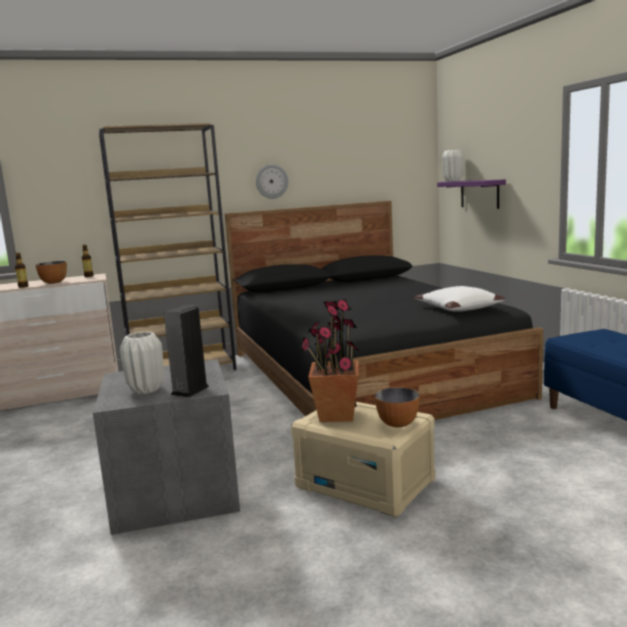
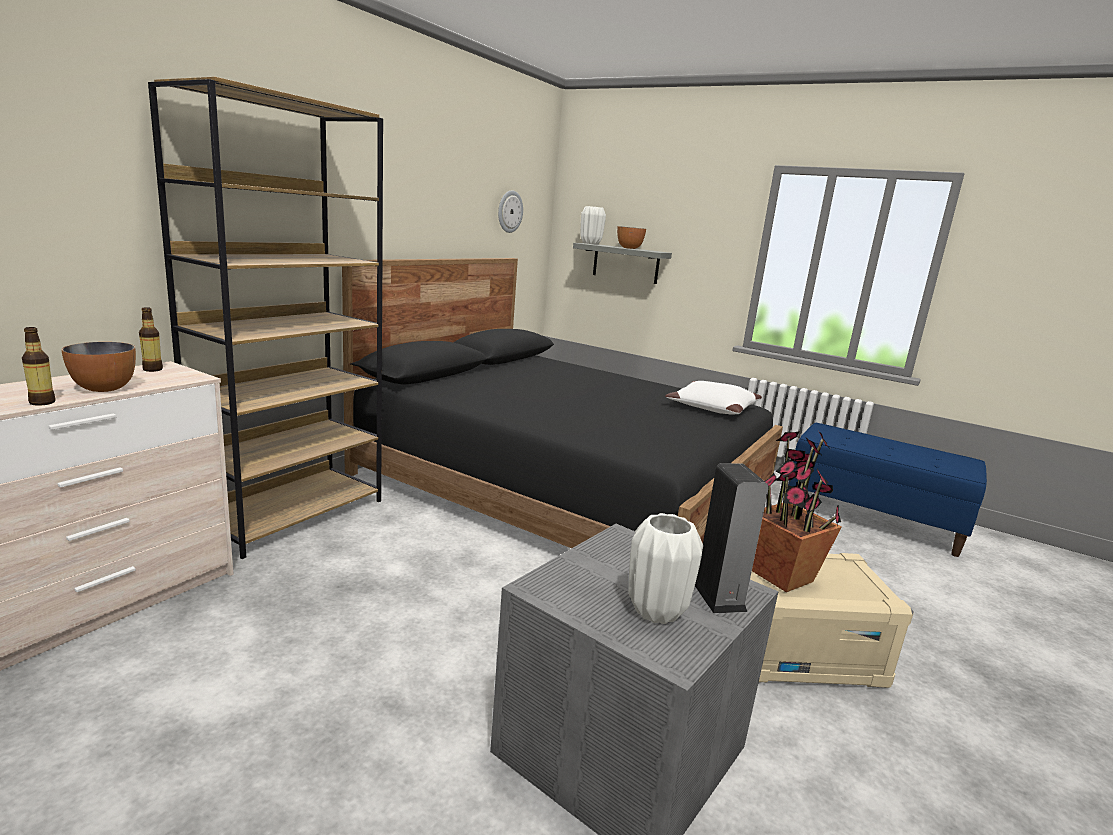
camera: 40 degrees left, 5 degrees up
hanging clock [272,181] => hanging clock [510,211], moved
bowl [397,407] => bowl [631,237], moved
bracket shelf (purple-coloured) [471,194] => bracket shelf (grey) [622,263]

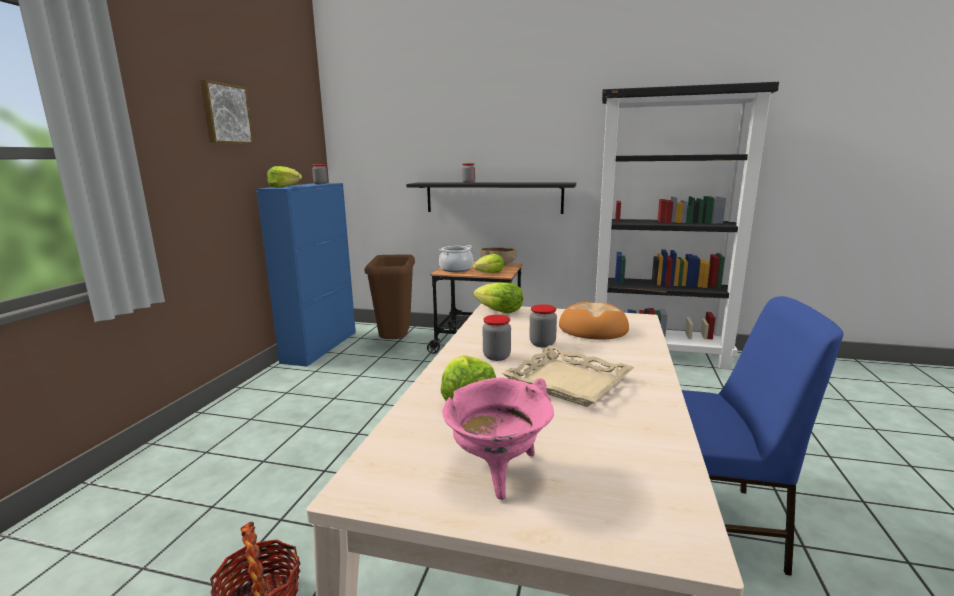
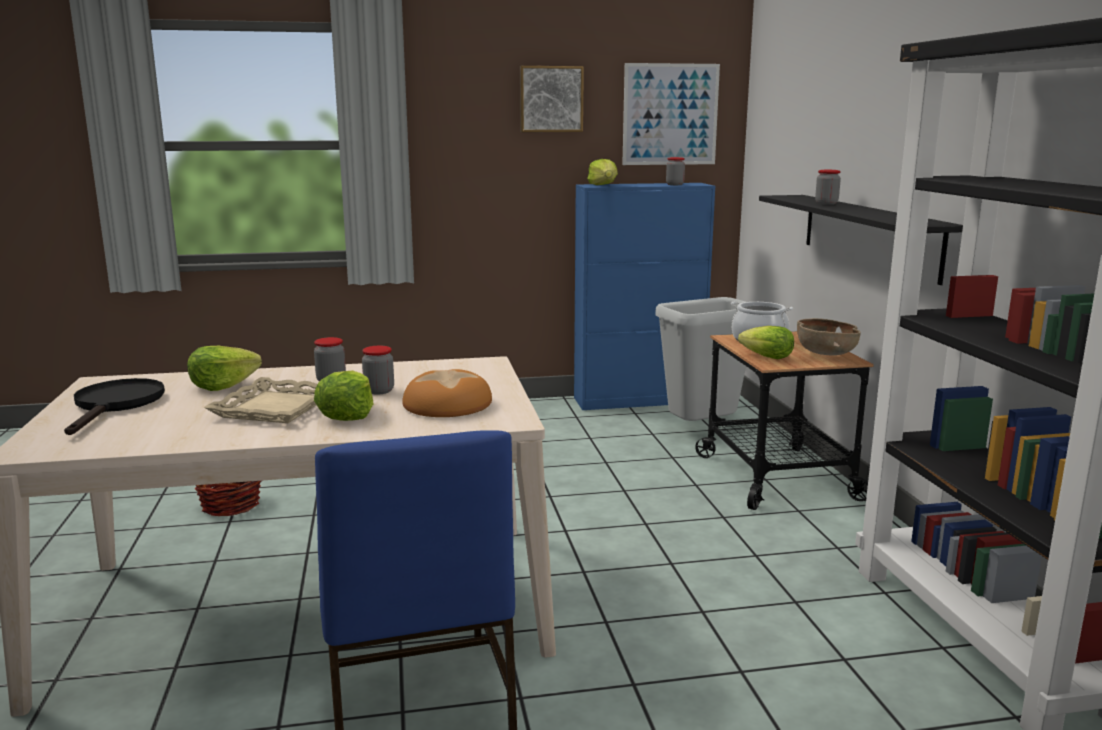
camera: 65 degrees right, 0 degrees up
rubbish bin (brownish) [389,296] => rubbish bin (grey) [700,359]
cooking pot (pink-coloured) [498,439] => skillet (black-coloured) [114,406]
lettuce [498,298] => lettuce [344,395], moved
nothing => wall art [671,114]

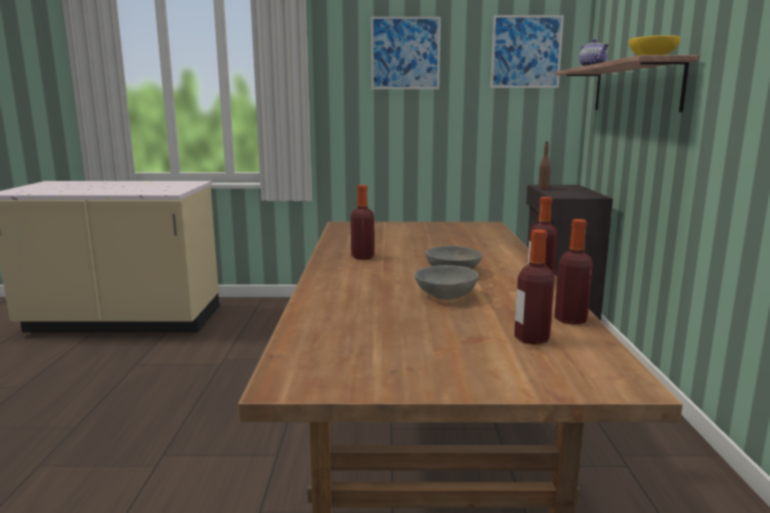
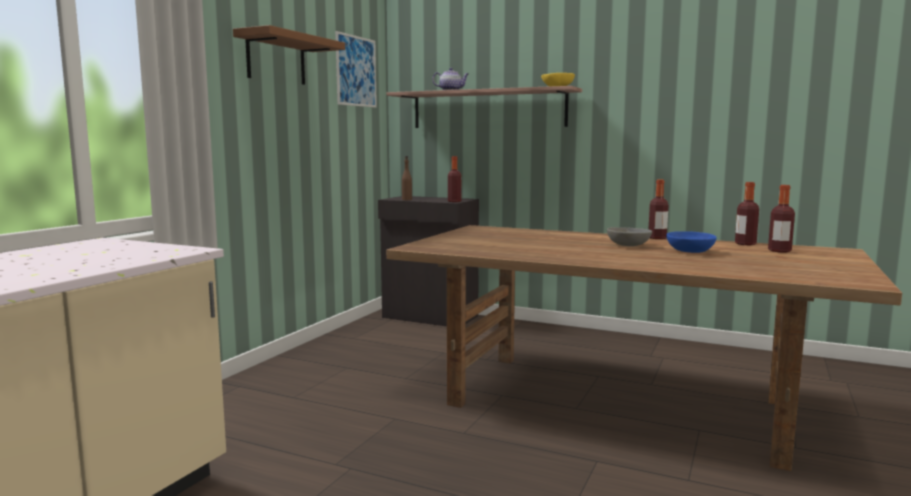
camera: 65 degrees left, 5 degrees down
beverage bottle [362,222] => beverage bottle [454,179], moved
wall art [406,52] => bracket shelf (brownish) [289,55]
bowl (grey) [447,282] => bowl (blue-coloured) [691,242]

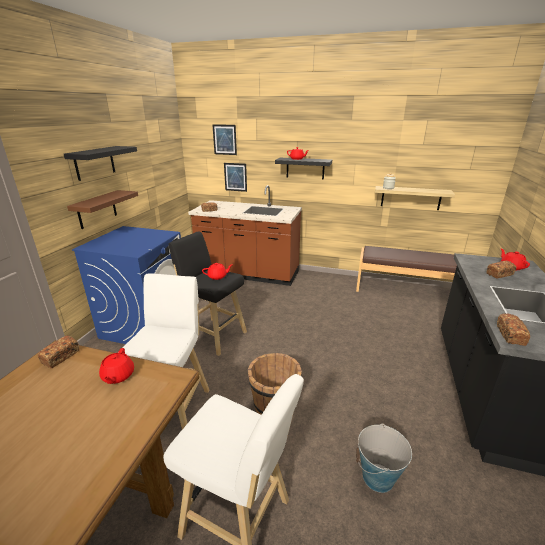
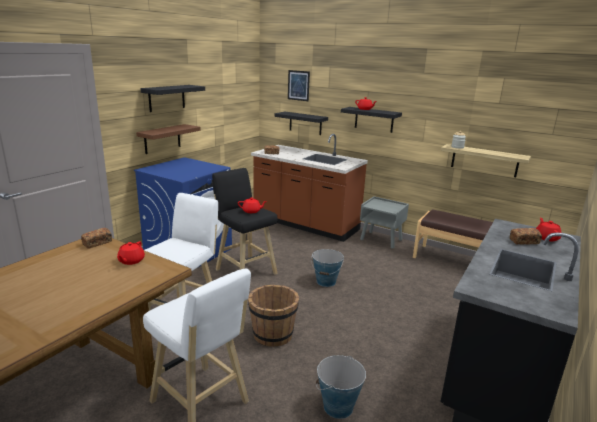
camera: 15 degrees right, 5 degrees down
wall art [235,177] => bracket shelf (black-coloured) [301,123]
bread [513,329] => nothing
nothing => pail [327,268]
nothing => night table (grey) [384,222]

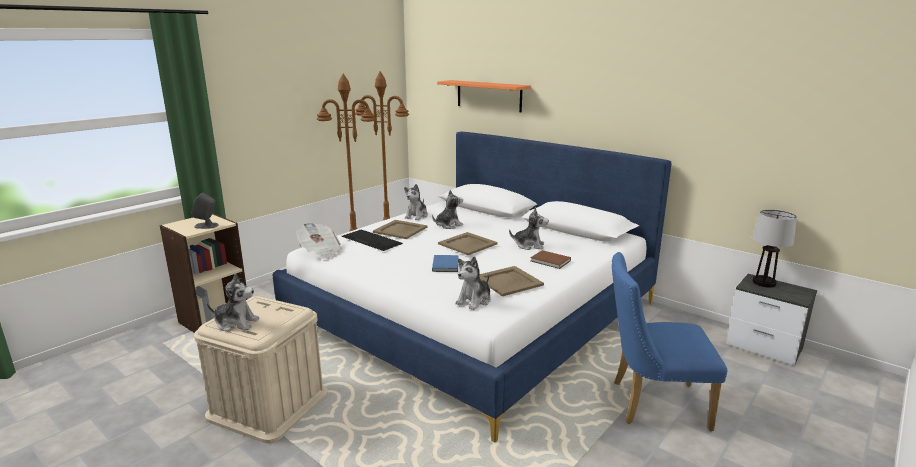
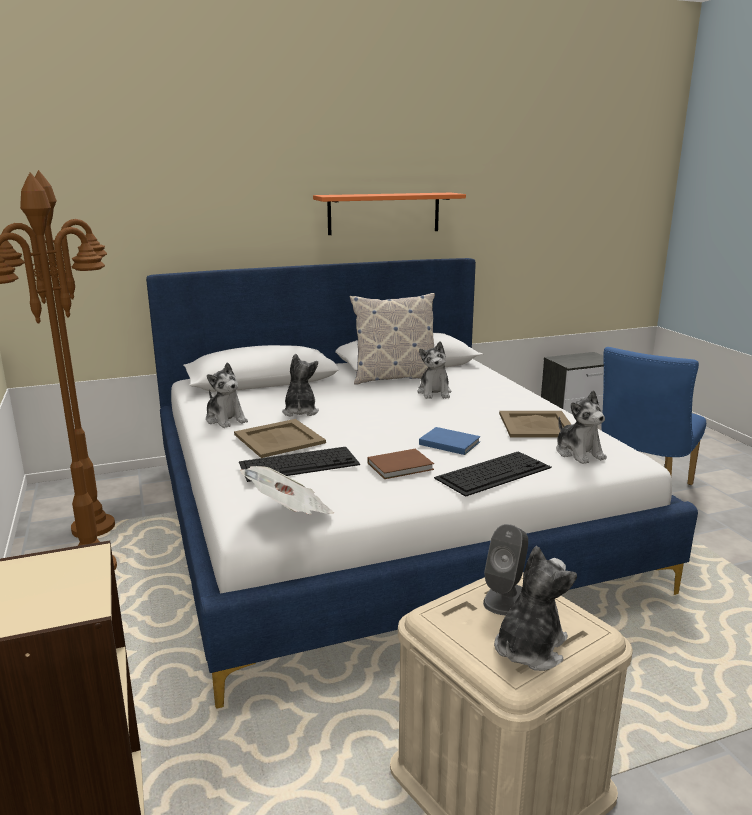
camera: 60 degrees left, 0 degrees up
speaker (grey) [205,211] => speaker (grey) [505,569], moved
bracket shelf (orangey) [484,96] => bracket shelf (orangey) [389,214], moved
serving tray (beige-coloured) [468,243] => nothing
plush toy [529,228] => plush toy [435,370], 135 degrees clockwise
book (brownish) [550,259] => book (brownish) [401,464], moved
tabletop lamp [774,249] => nothing
nothing => throw pillow [392,339]
nothing => computer keyboard [493,474]

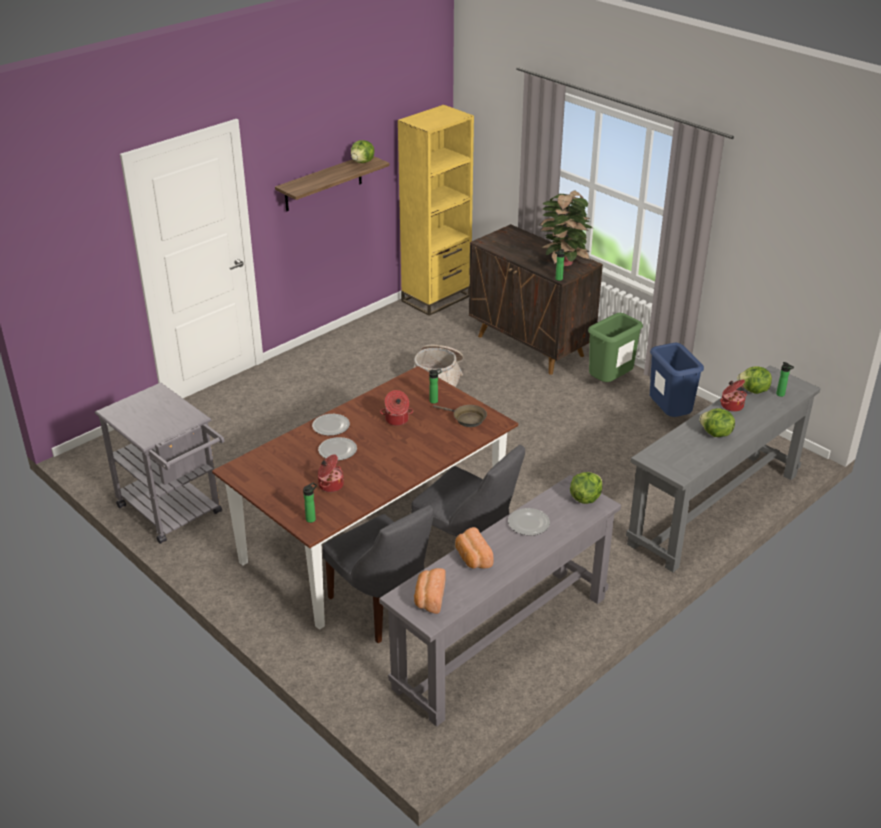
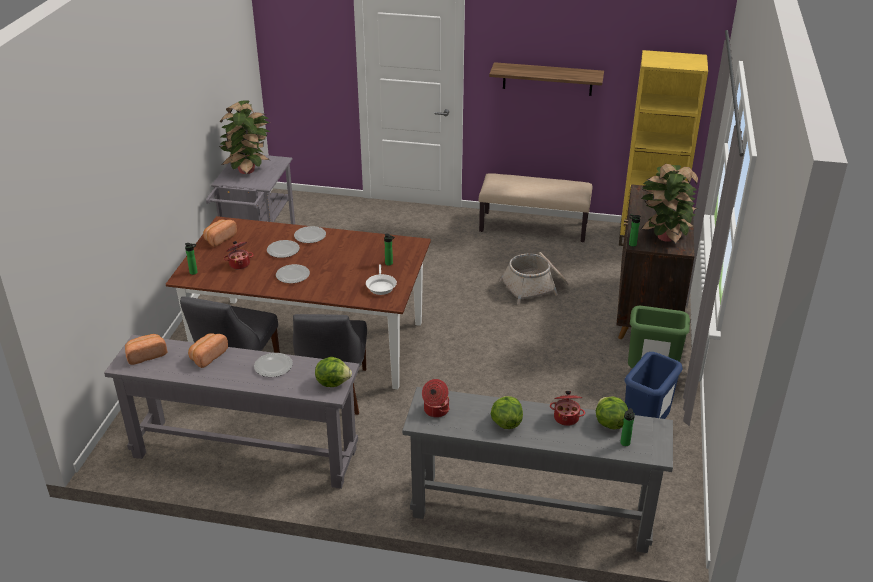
camera: 55 degrees right, 0 degrees up
lettuce [363,151] => nothing
cooking pot [396,408] => cooking pot [436,398], moved
skillet (brownish) [460,416] => skillet (white) [381,279]
nothing => bread [220,233]
nothing => plant in a pot [244,137]
nothing => flat dish [293,273]
nothing => indoor bench (beige-coloured) [535,207]

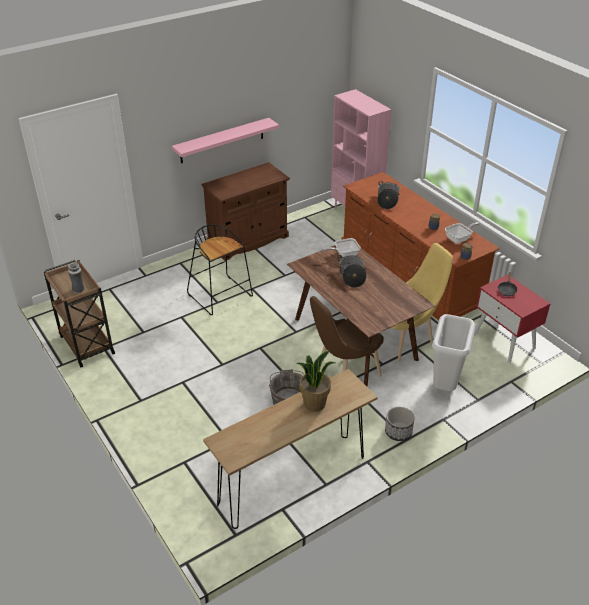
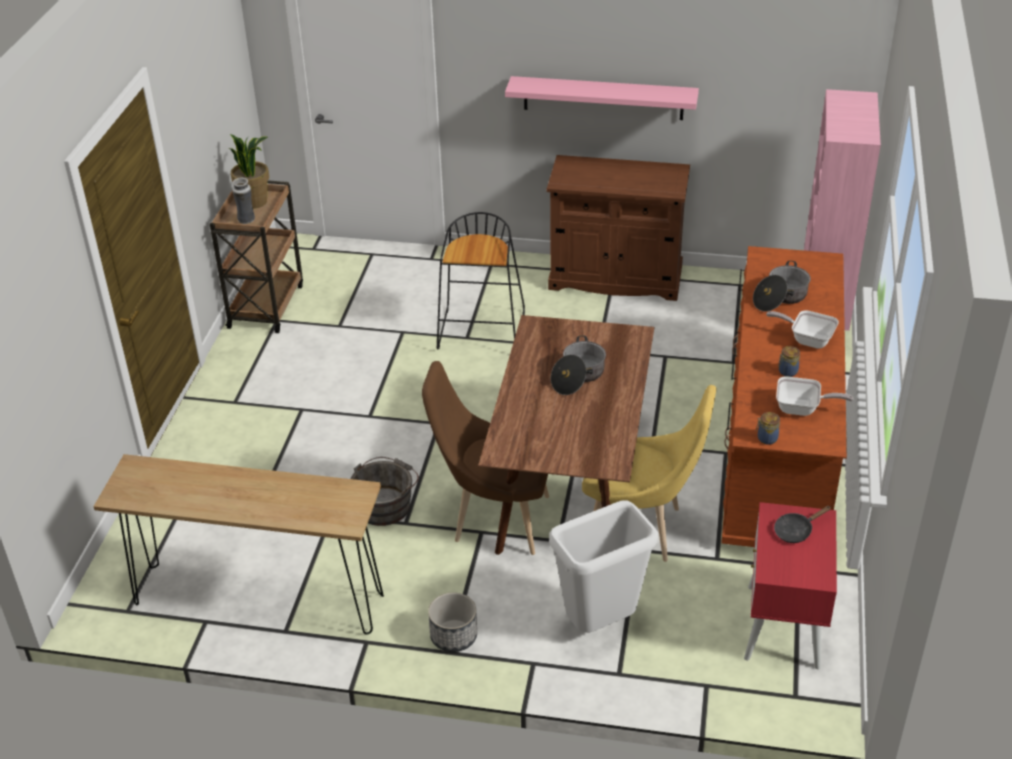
camera: 45 degrees right, 0 degrees up
plant in a pot [315,381] => plant in a pot [248,171], moved
skillet [341,247] => skillet [802,329], moved

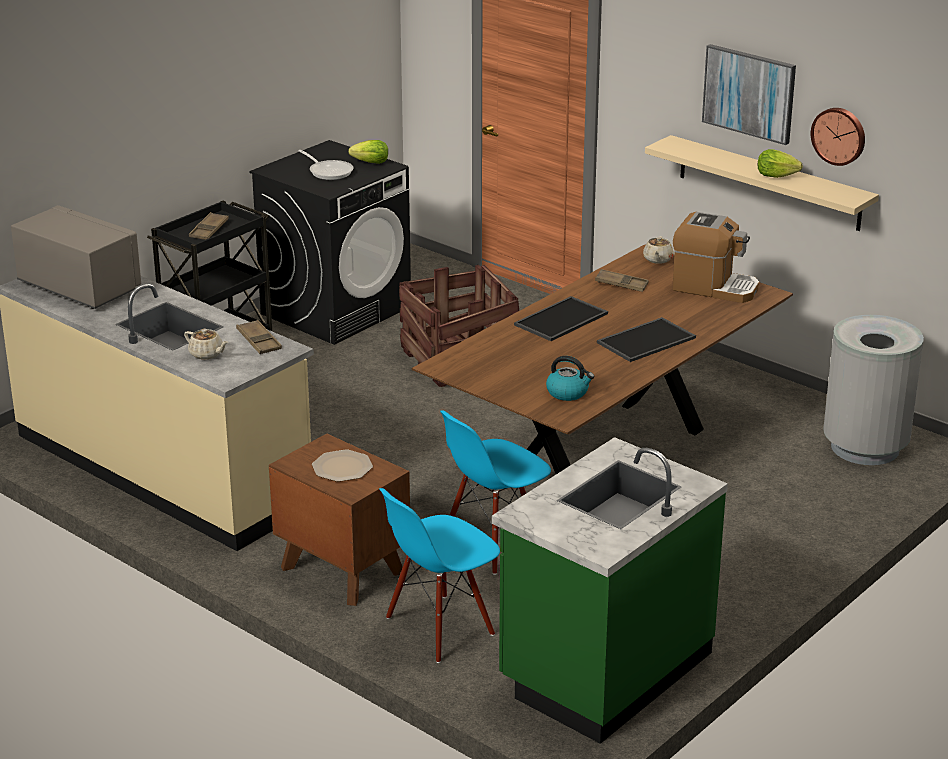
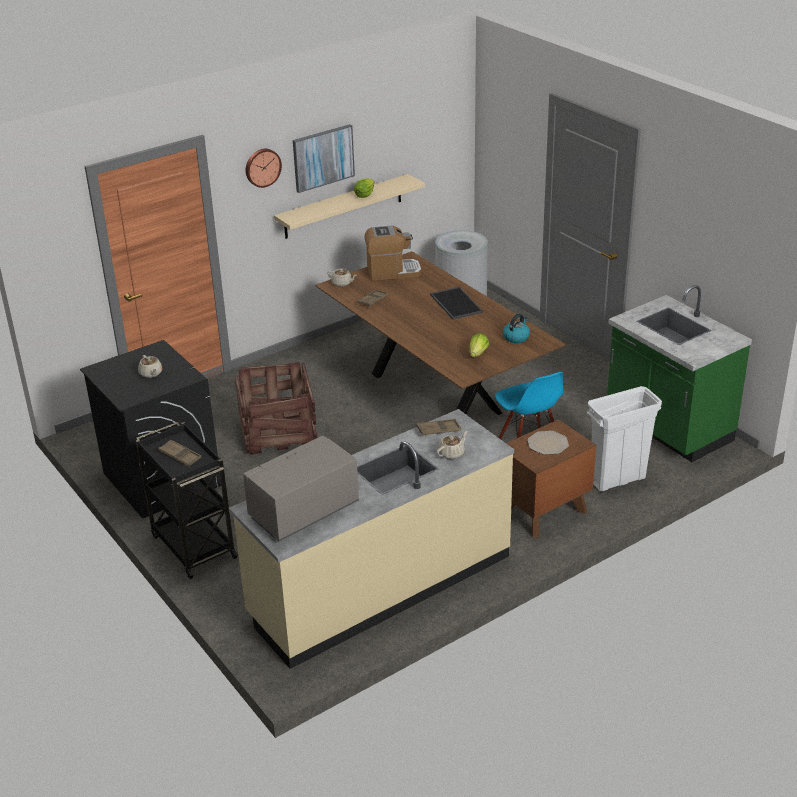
camera: 75 degrees left, 5 degrees up
skillet [326,165] => tea pot (beige-coloured) [150,366]
lettuce [368,152] => lettuce [479,345], moved
plain chair (blue-coloured) [439,575] => rubbish bin (white) [624,439]
serving tray [561,318] => nothing
coffee maker [716,257] => coffee maker [393,253], 45 degrees clockwise
hanging clock [838,137] => hanging clock [264,168], moved

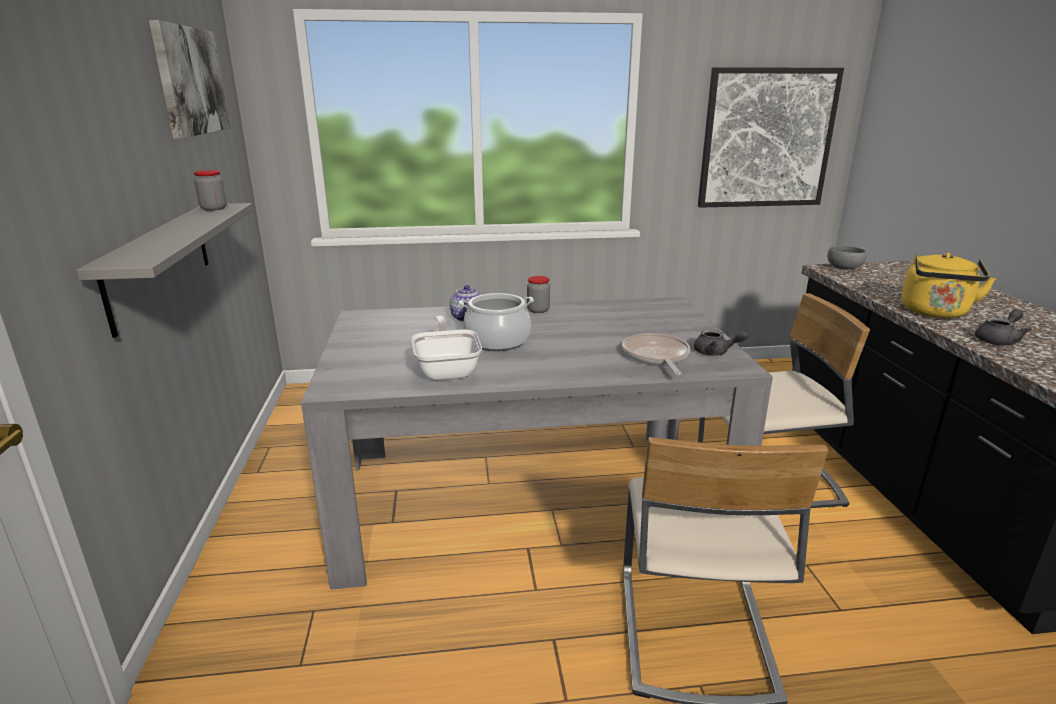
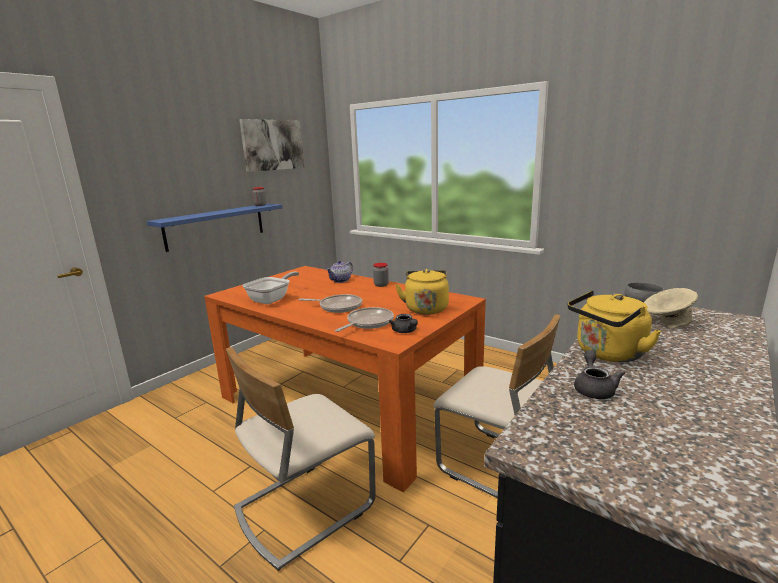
camera: 45 degrees right, 5 degrees down
bracket shelf (grey) [164,270] => bracket shelf (blue-coloured) [214,228]
dinner table (grey) [537,443] => dinner table (orangey) [345,379]
cooking pot [496,322] => nothing
wall art [771,137] => nothing
tea pot (grey) [1003,327] => tea pot (grey) [599,374], 90 degrees counterclockwise
nothing => skillet [330,303]
nothing => kettle (yellow) [422,292]
nothing => bowl (beige-coloured) [671,308]

